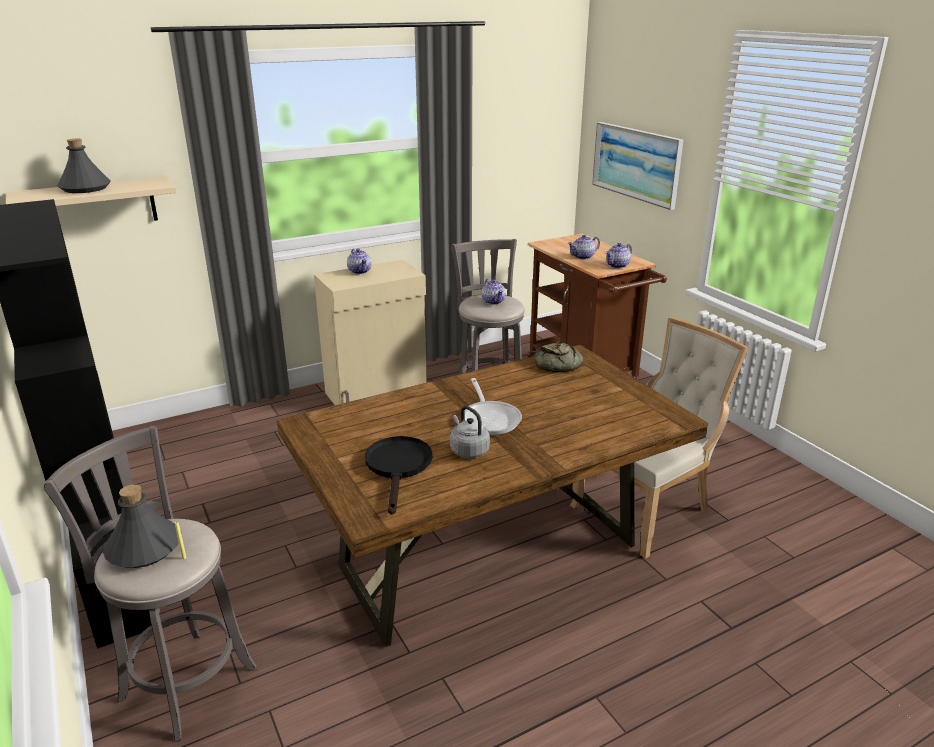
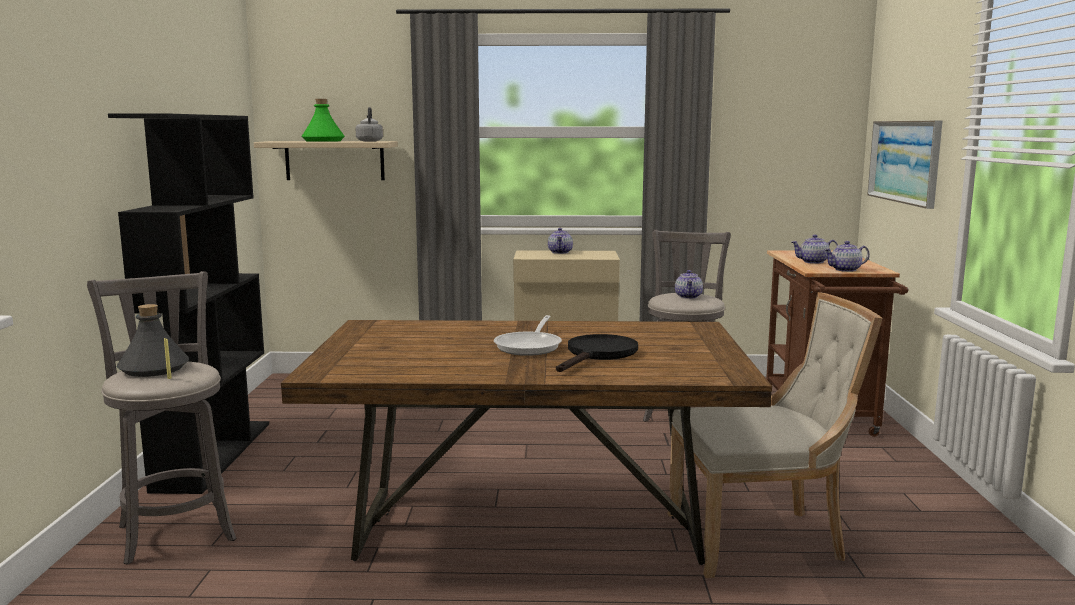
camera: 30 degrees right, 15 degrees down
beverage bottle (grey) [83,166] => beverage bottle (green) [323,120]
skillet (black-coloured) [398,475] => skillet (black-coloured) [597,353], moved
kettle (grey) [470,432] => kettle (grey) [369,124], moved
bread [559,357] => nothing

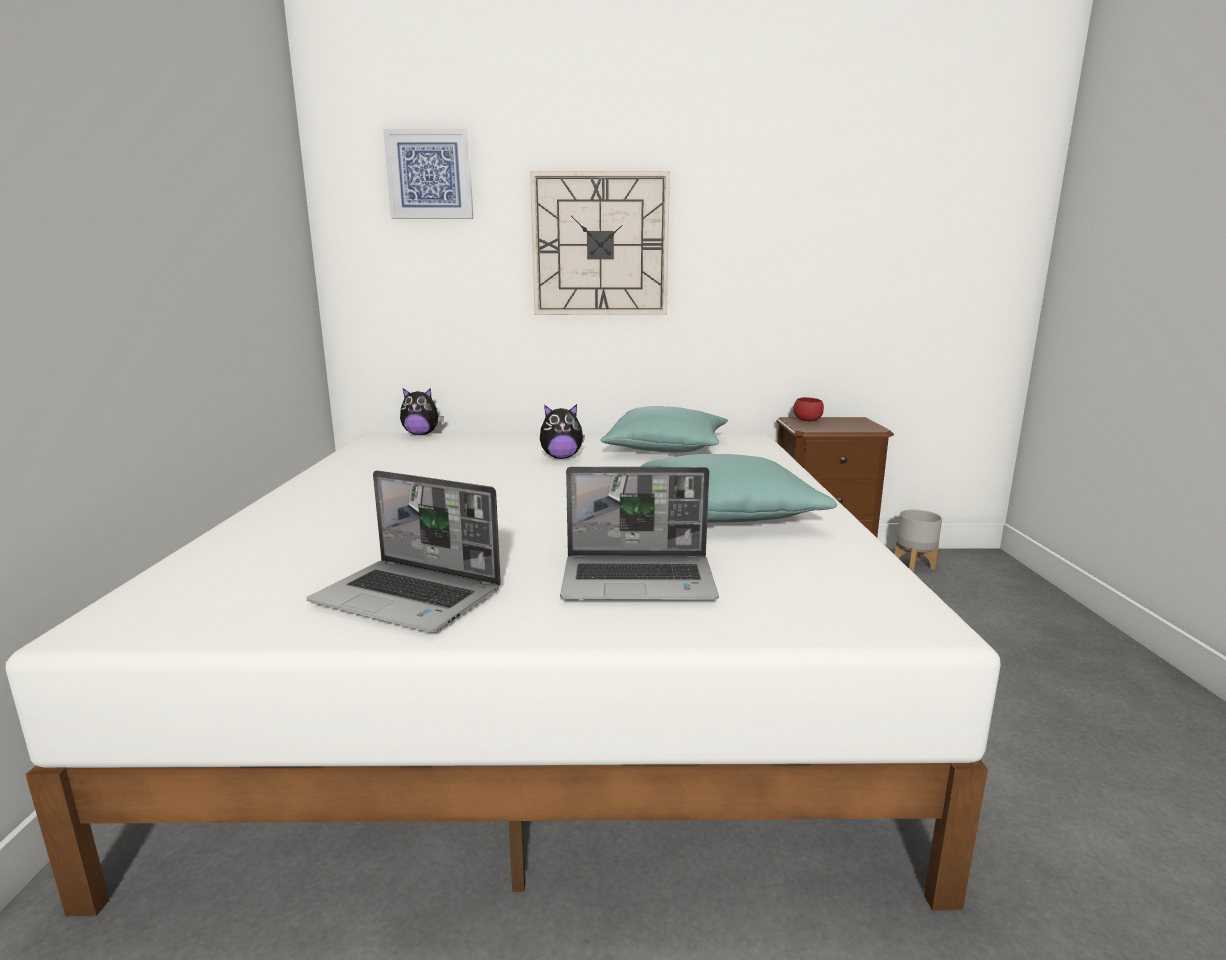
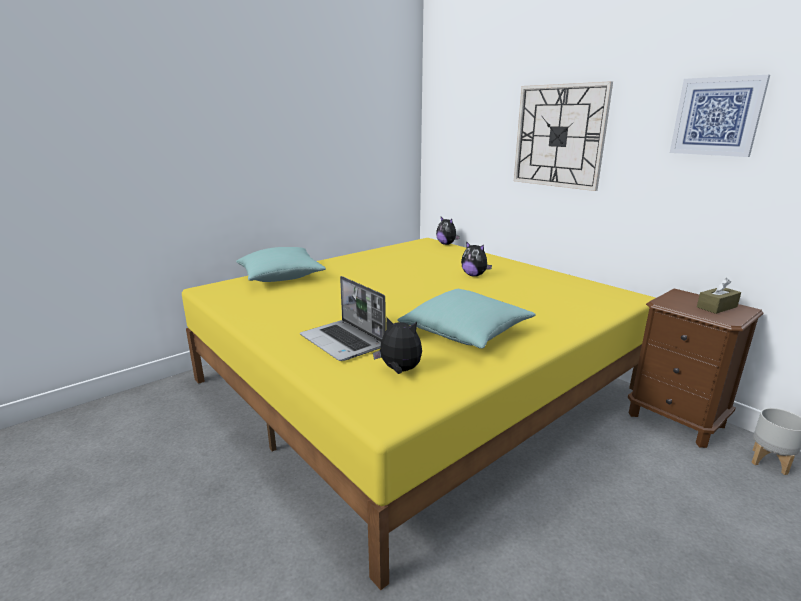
camera: 50 degrees right, 5 degrees up
bedroom bed (white) [503,674] => bedroom bed (yellow) [419,414]
laptop [403,551] => nothing
wall art [428,174] => wall art [720,116], moved
throw pillow (blue-green) [664,429] => throw pillow (blue-green) [281,264], moved
bowl (red-coloured) [808,409] => nothing
nothing => plush toy [397,346]
nothing => tissue holder (brownish) [719,296]

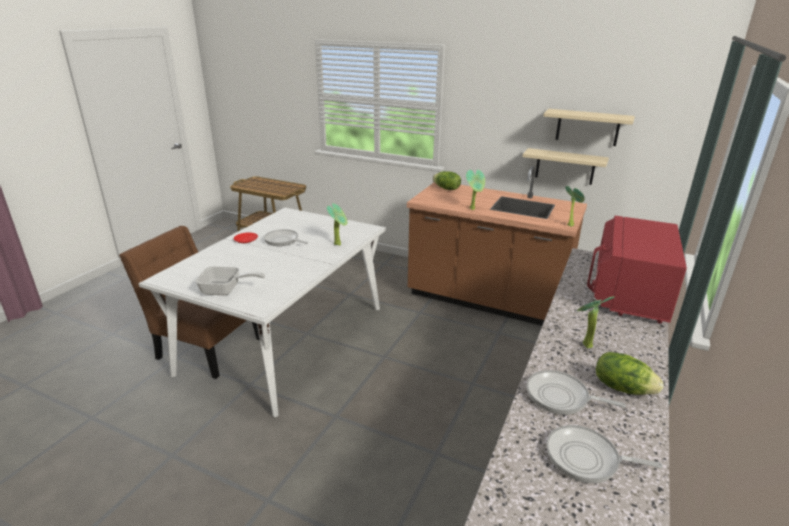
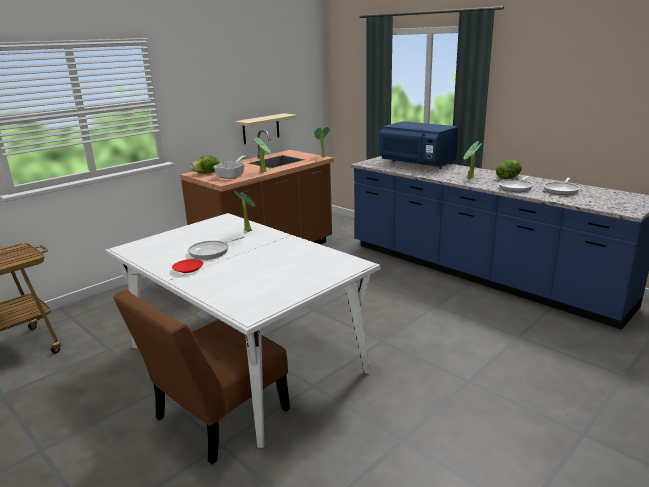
camera: 70 degrees left, 5 degrees down
skillet [230,280] => skillet [230,167], moved
bracket shelf (beige-coloured) [589,127] => nothing
microwave oven (red-coloured) [637,270] => microwave oven (blue-coloured) [418,145]

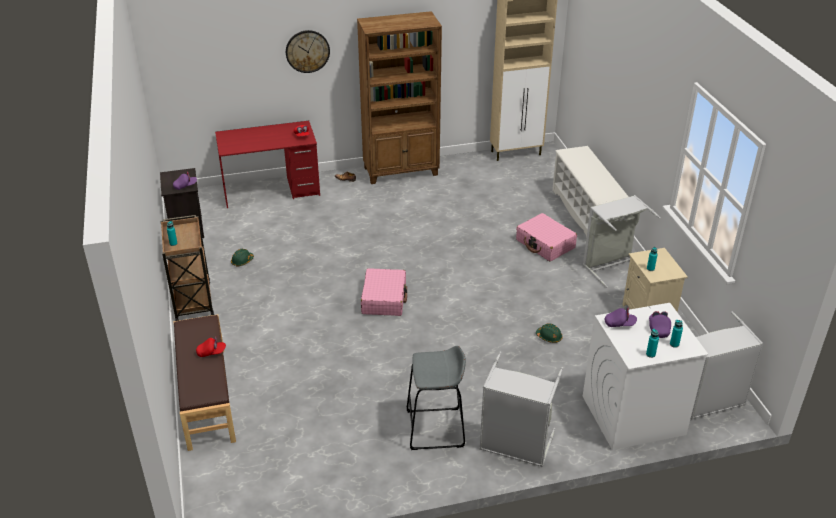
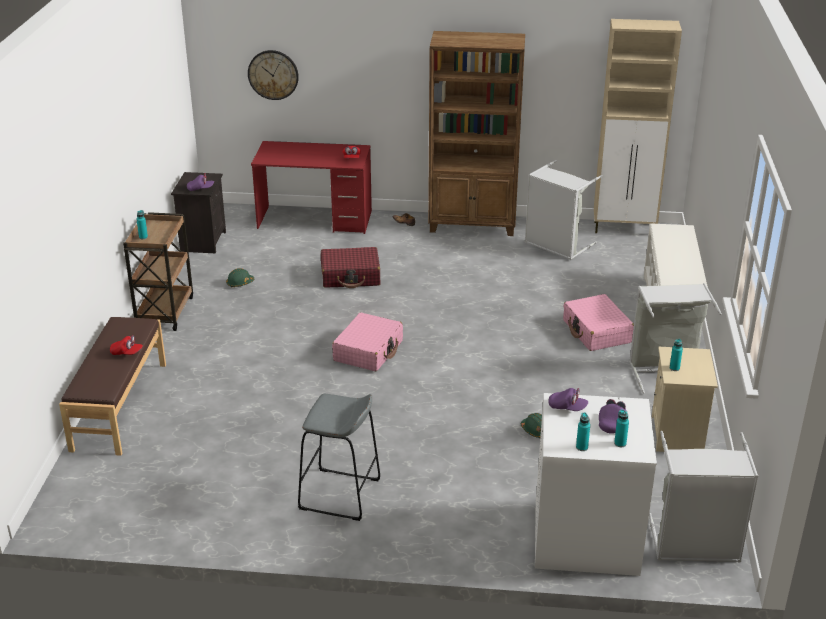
camera: 20 degrees right, 5 degrees down
hanging clock [308,51] => hanging clock [273,75], moved
hamper (grey) [521,409] => hamper (grey) [564,210], moved
nothing => travel case (red-coloured) [350,267]

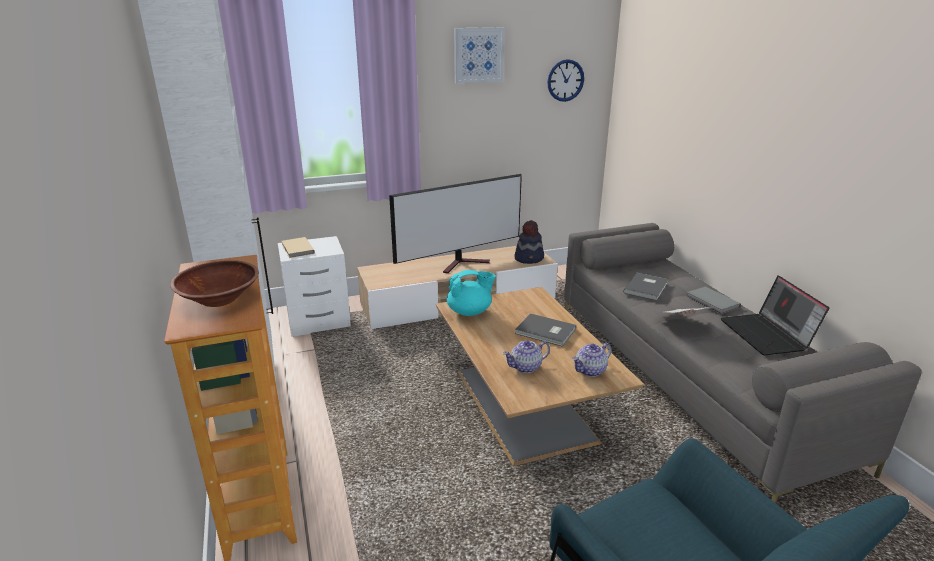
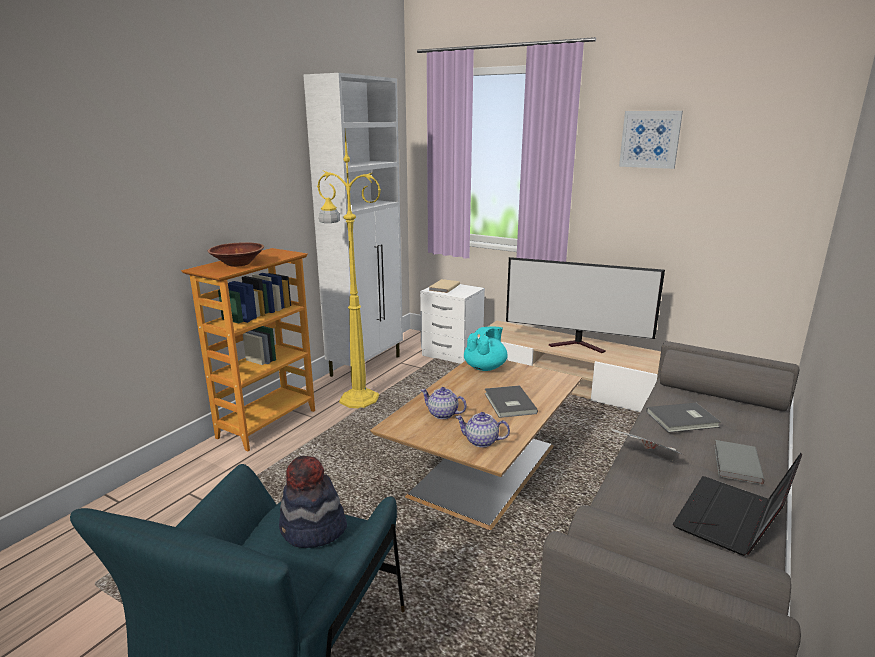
camera: 50 degrees right, 5 degrees down
tea pot (blue-green) [471,293] => tea pot (blue-green) [486,348], 90 degrees counterclockwise
hat [529,242] => hat [313,502], moved
hanging clock [565,80] => nothing
nothing => floor lamp (yellow) [349,270]

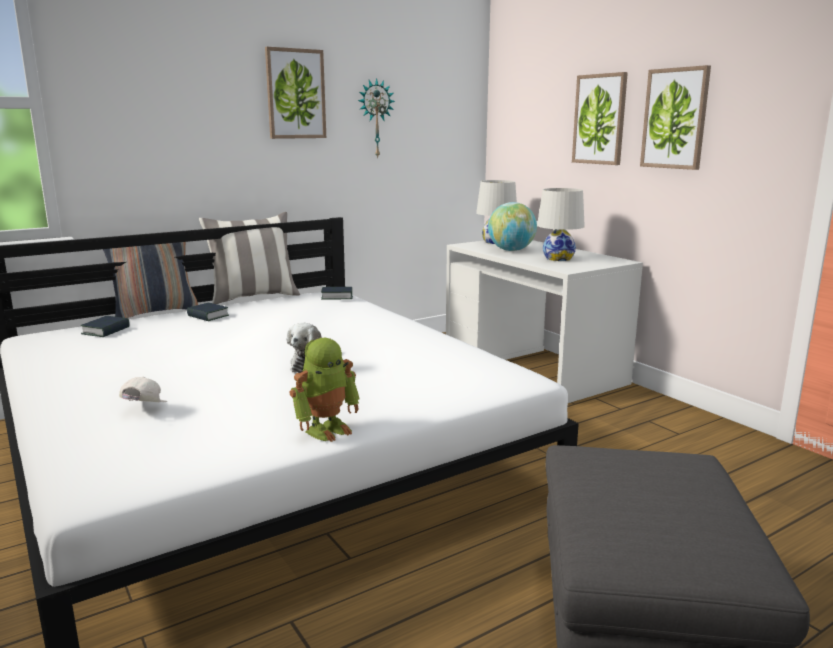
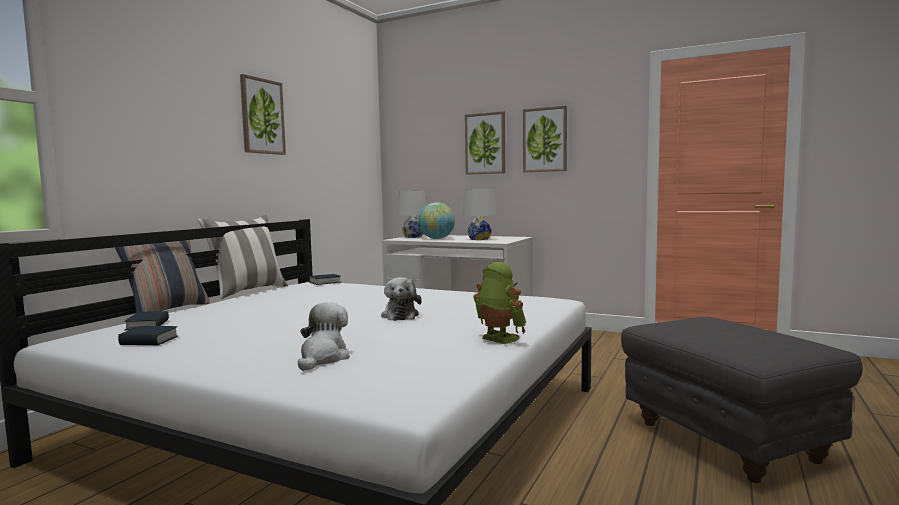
camera: 30 degrees left, 10 degrees down
peaked cap (white) [143,389] => plush toy [324,337]
book [208,312] => book [148,335], moved
model robot [325,390] => model robot [499,303], 60 degrees counterclockwise
hanging clock [376,118] => nothing

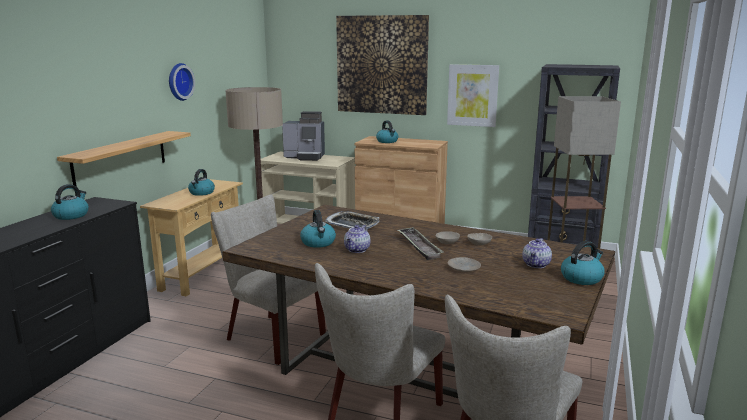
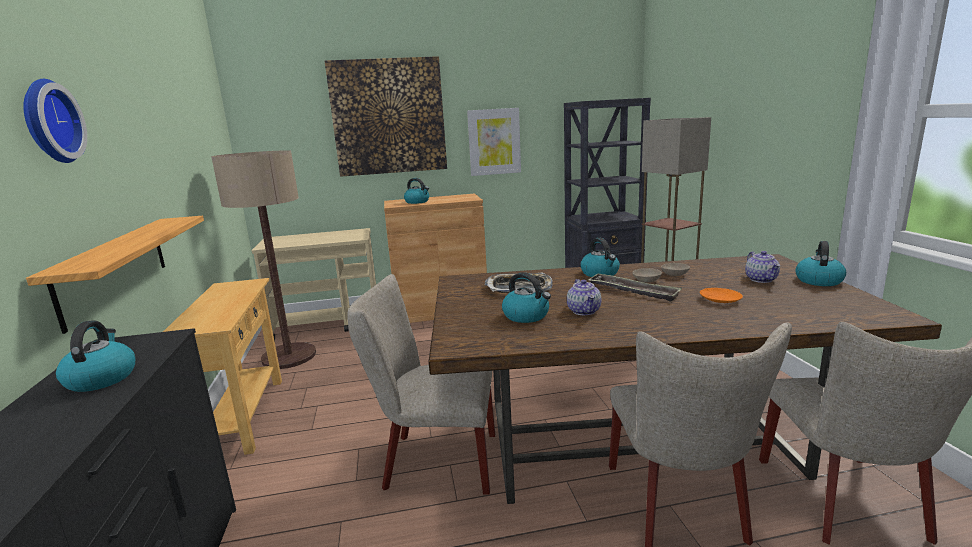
camera: 30 degrees left, 0 degrees up
hanging clock [182,82] => hanging clock [55,121], moved
kettle [201,182] => kettle [600,257], moved
coffee maker [303,136] => nothing
flat dish (beige-coloured) [464,264] => flat dish (orangey) [721,295]

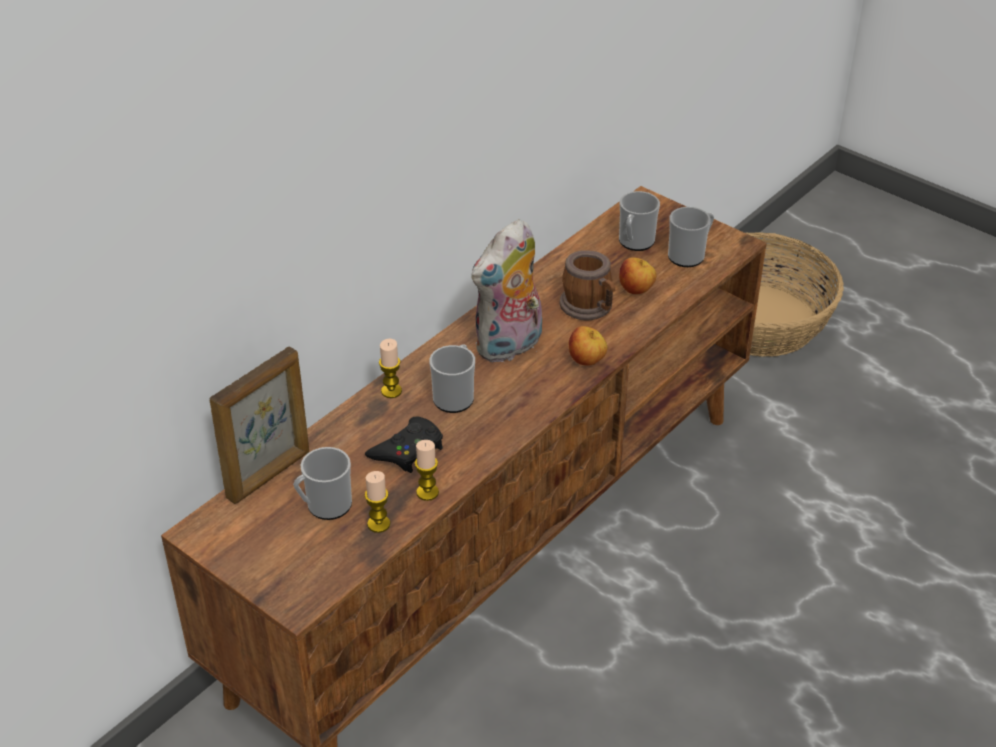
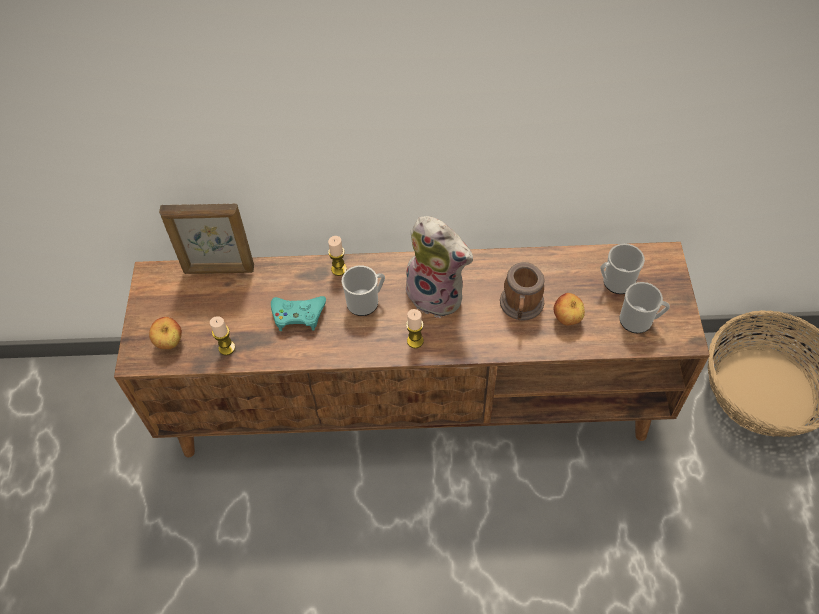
camera: 50 degrees right, 15 degrees up
tea mug [322,483] => nothing
joypad (black-coloured) [404,444] => joypad (blue-green) [298,313]
candle [427,470] => candle [415,328], moved
plush toy [510,290] => plush toy [439,267], 150 degrees counterclockwise
apple [588,346] => apple [165,333], moved

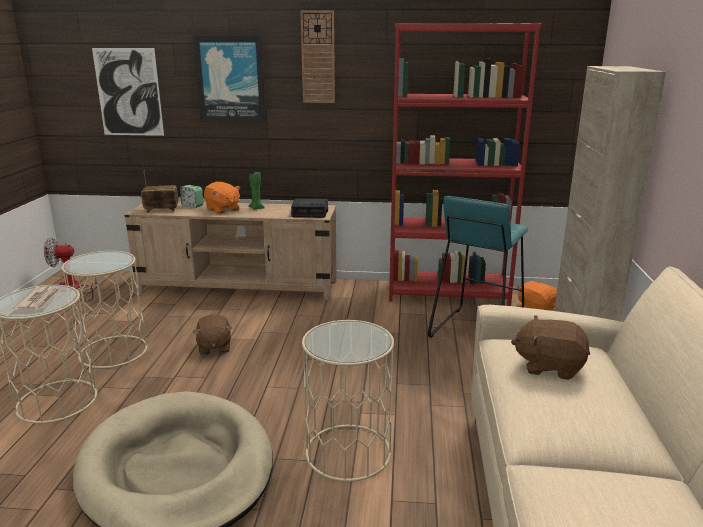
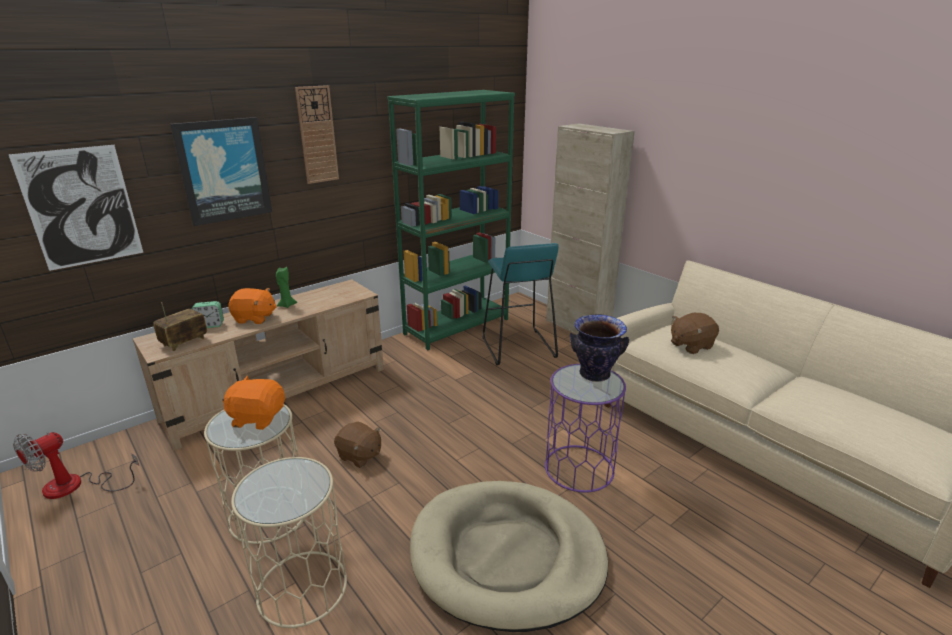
camera: 45 degrees left, 5 degrees up
newspaper [36,298] => nothing
bedside clock [309,208] => nothing
end table (beige-coloured) [348,401] => end table (purple-coloured) [585,428]
bookcase (red-coloured) [465,164] => bookcase (green) [451,220]
plush toy (orangey) [537,296] => plush toy (orangey) [254,403], moved
nothing => vase [599,348]

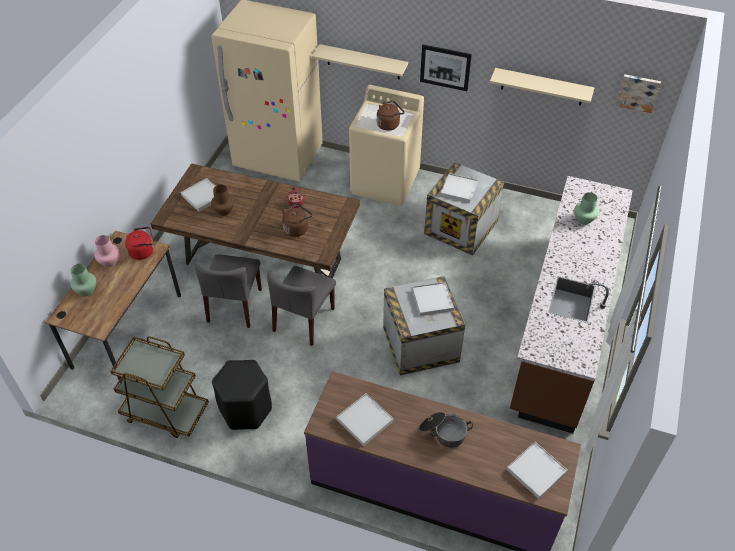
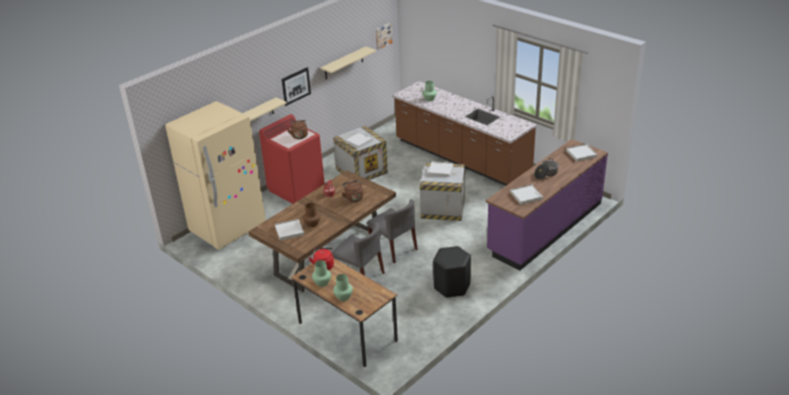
camera: 65 degrees left, 15 degrees down
vase (pink-coloured) [106,251] => vase (green) [321,273]
trolley (brownish) [159,387] => nothing
laundry machine (beige-coloured) [386,145] => laundry machine (red-coloured) [292,159]

